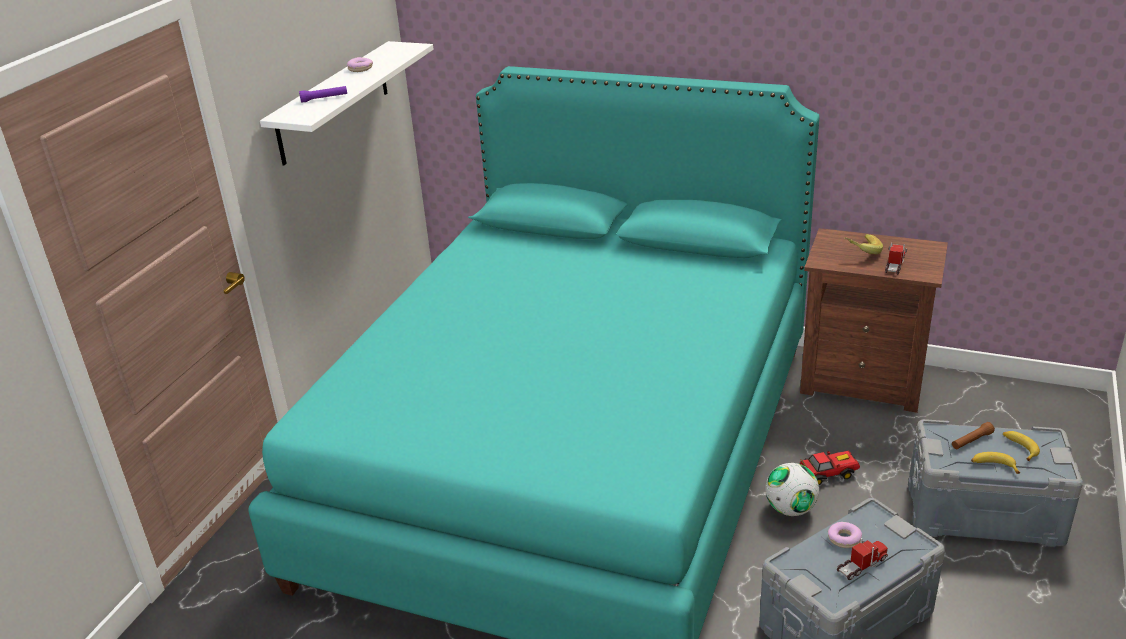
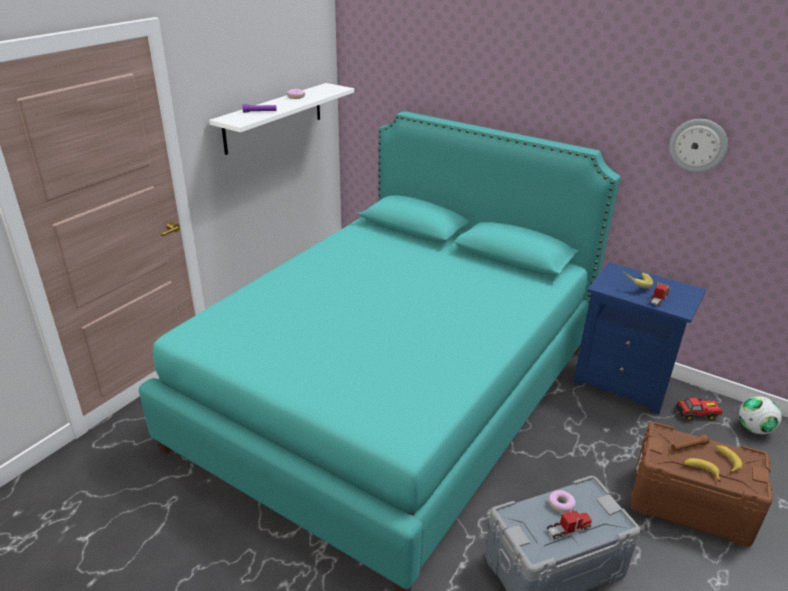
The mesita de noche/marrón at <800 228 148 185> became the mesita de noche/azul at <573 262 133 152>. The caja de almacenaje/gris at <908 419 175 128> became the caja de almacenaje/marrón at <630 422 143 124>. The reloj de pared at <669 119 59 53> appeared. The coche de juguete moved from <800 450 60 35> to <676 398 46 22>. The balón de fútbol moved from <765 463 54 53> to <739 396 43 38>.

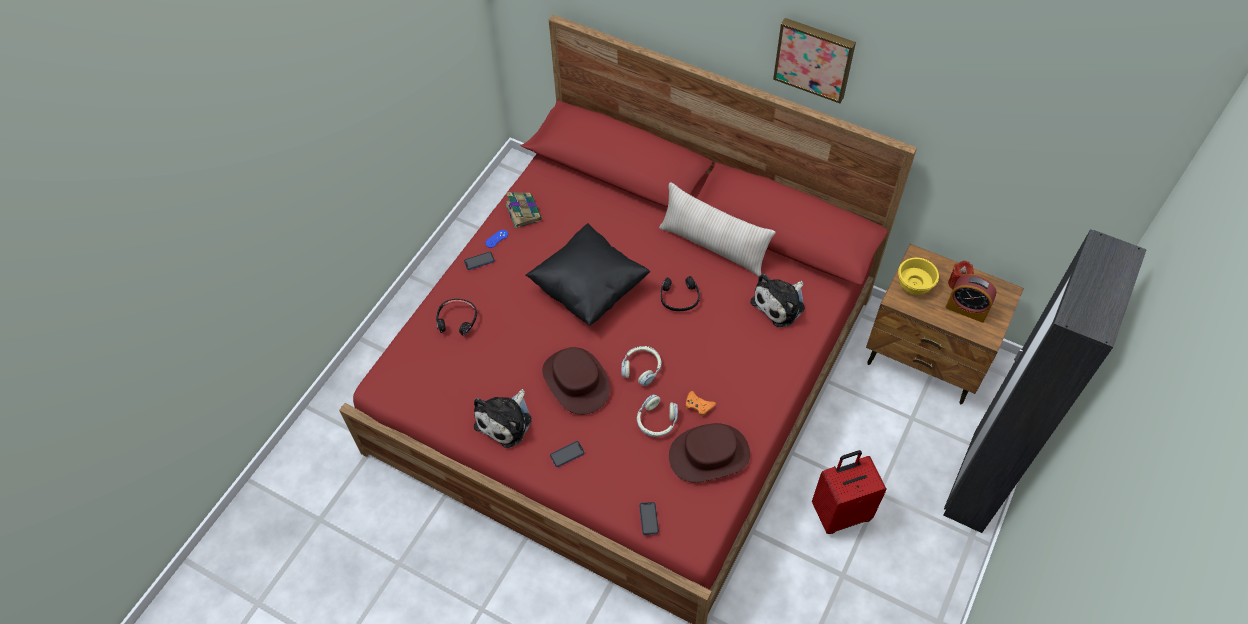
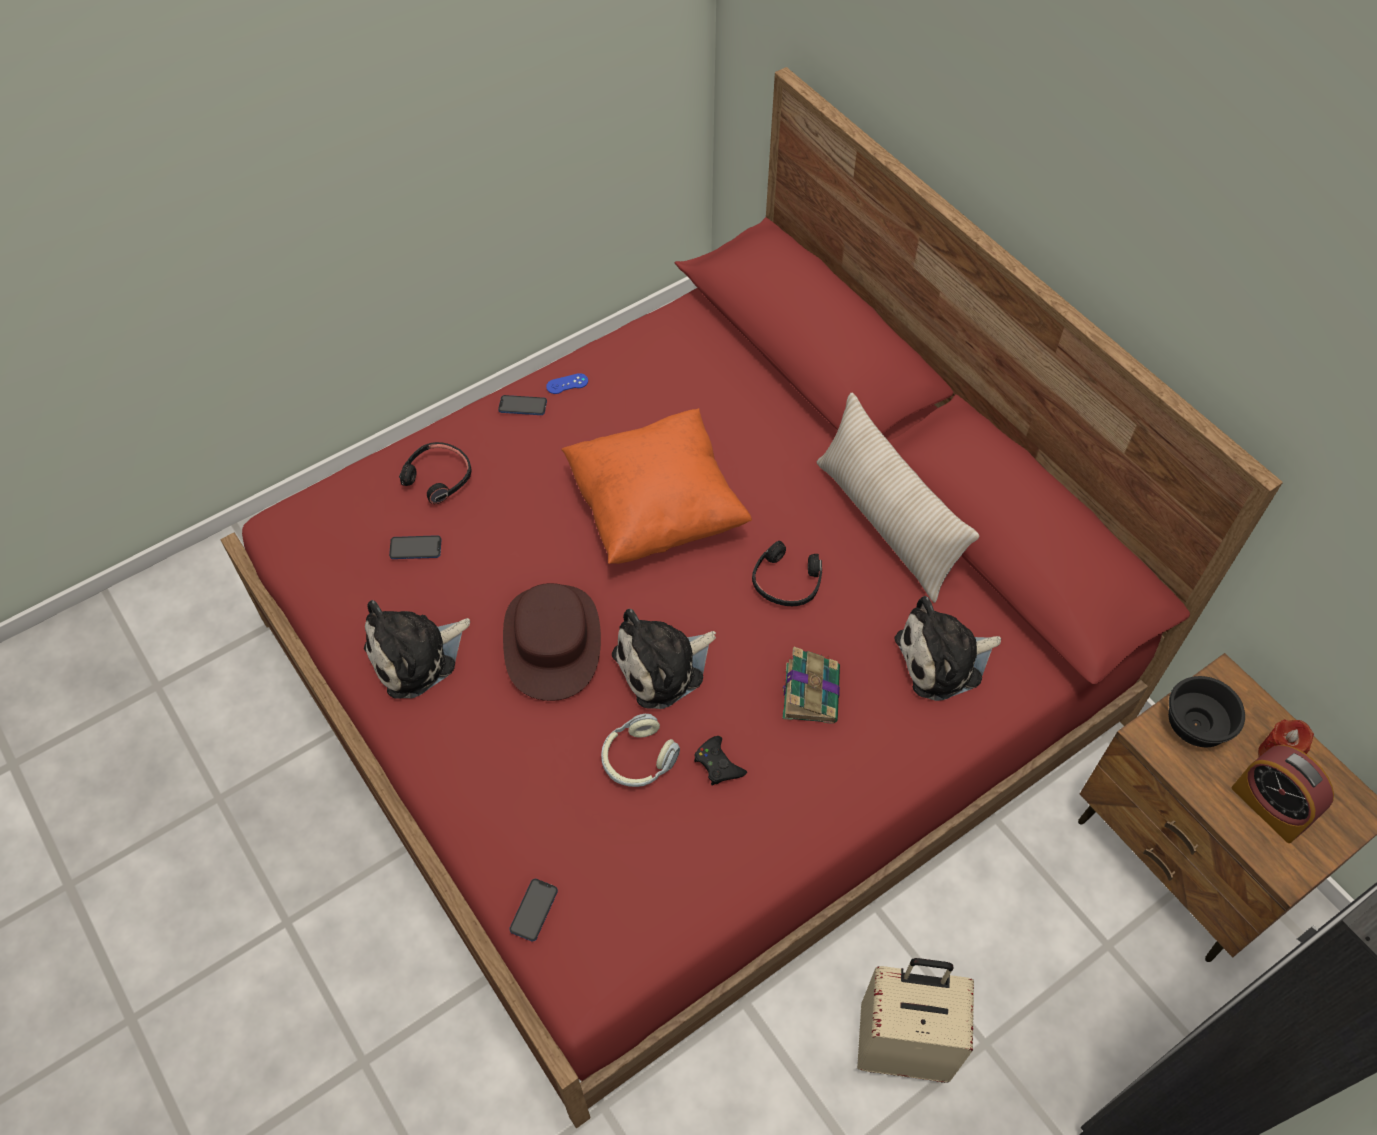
The móvil moved from <550 441 34 26> to <389 535 52 24>. The cojín/negro at <525 223 125 103> became the cojín/naranja at <561 408 191 156>. The auriculares at <622 346 39 40> was replaced by the peluche at <612 609 104 100>. The mando de consola/naranja at <686 391 30 26> became the mando de consola/negro at <694 736 53 50>. The libro moved from <506 192 36 37> to <782 647 58 77>. The maleta/rojo at <812 450 75 84> became the maleta/beis at <857 958 117 125>. The cuenco/amarillo at <898 258 41 37> became the cuenco/negro at <1168 676 77 71>. The sombrero/marrón at <669 423 81 59> disappeared. The cuadro at <773 18 83 85> disappeared.

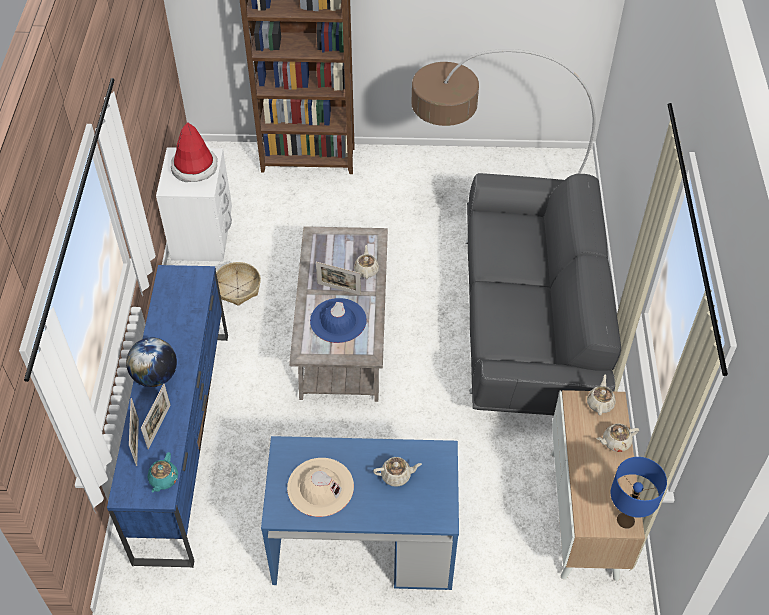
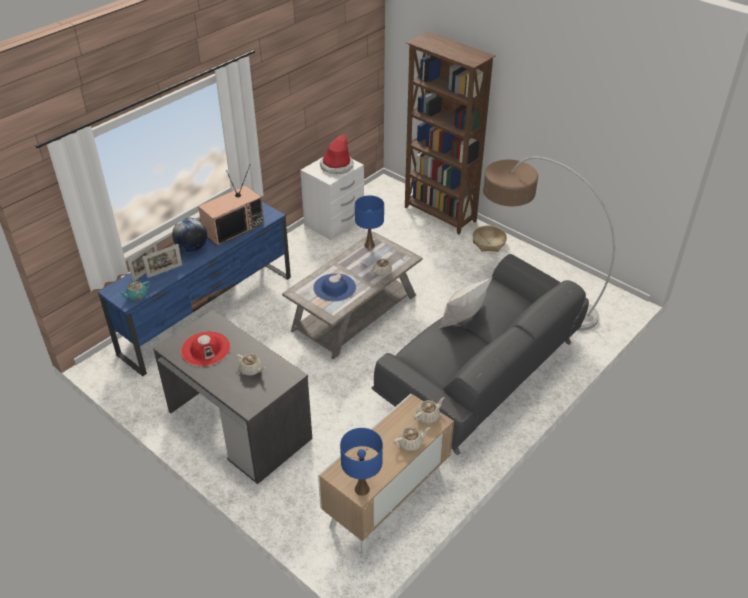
The escritorio/azul at <261 436 198 154> became the escritorio/gris at <153 310 159 174>. The sombrero/beis at <287 458 67 59> became the sombrero/rojo at <181 331 49 35>. The televisor at <198 165 66 81> appeared. The lámpara de mesa/azul at <355 195 29 54> appeared. The tetera/beis at <597 424 42 28> turned 135 degrees clockwise. The cojín/blanco at <438 277 55 52> appeared. The cesta moved from <216 262 45 44> to <472 226 35 26>. The portarretratos at <316 262 45 33> disappeared.

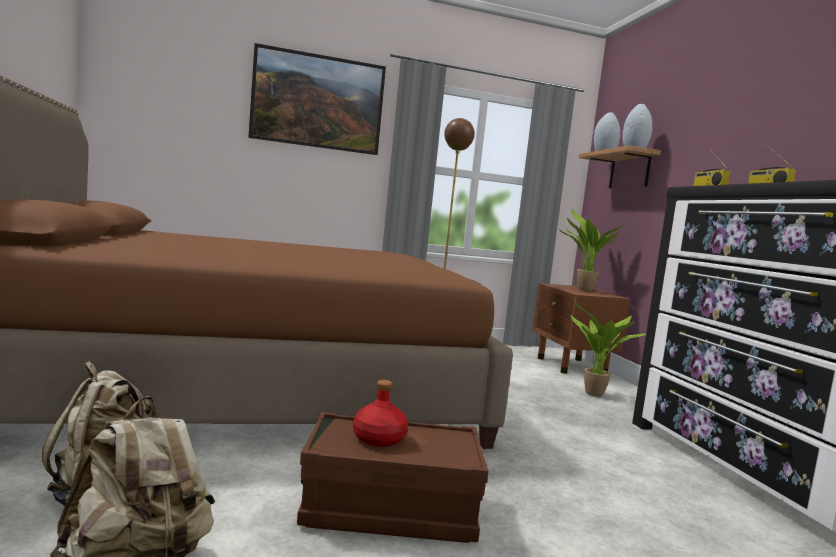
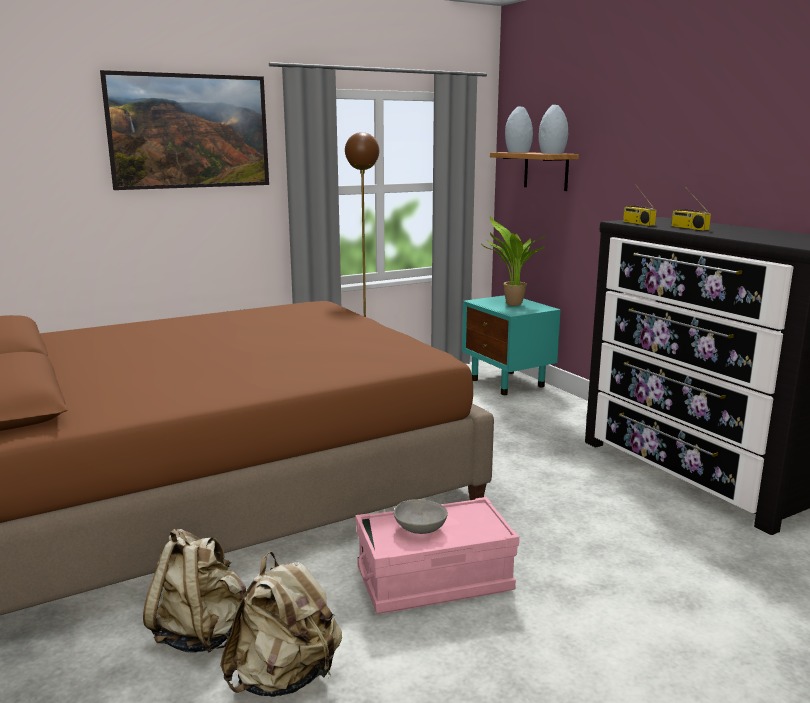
The caja de almacenaje/marrón at <297 412 191 131> became the caja de almacenaje/rosa at <355 497 164 117>. The botella/rojo at <353 380 55 67> was replaced by the cuenco/gris at <394 500 54 34>. The mesita de noche/marrón at <533 283 97 91> became the mesita de noche/turquesa at <462 295 99 100>. The planta en maceta at <570 300 76 97> disappeared.

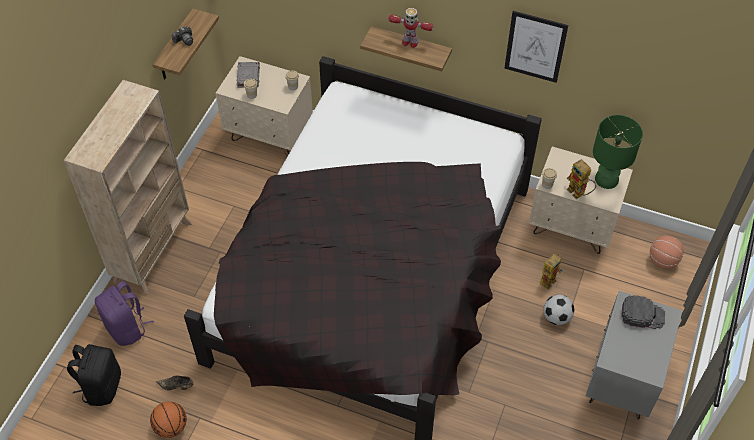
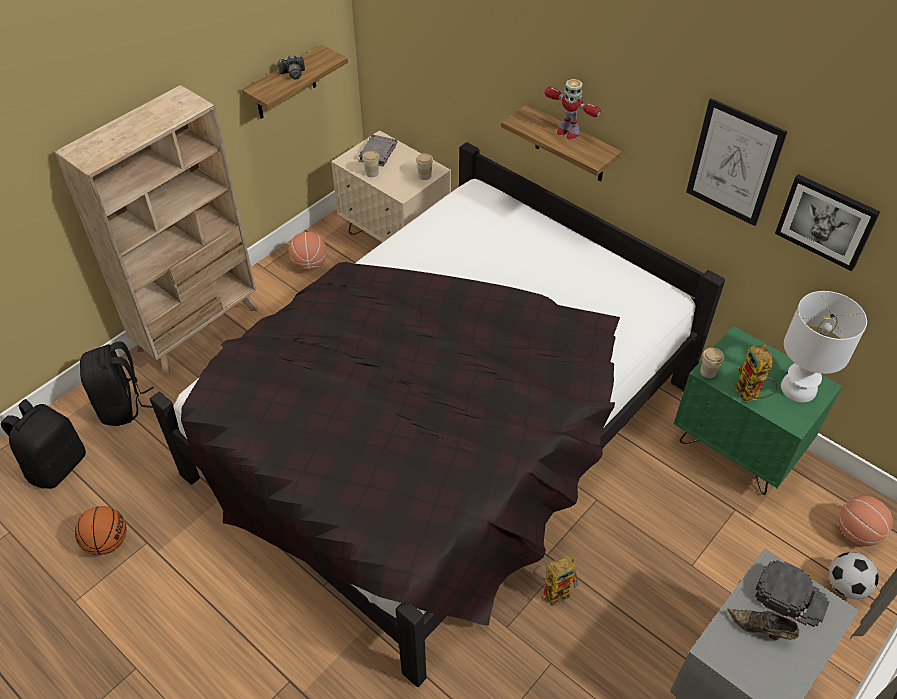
The mochila/morado at <95 281 59 65> became the mochila/negro at <80 341 74 85>. The balón de baloncesto at <289 232 38 39> appeared. The robot de juguete moved from <540 253 23 36> to <542 555 38 51>. The mesita de noche/beis at <529 146 104 108> became the mesita de noche/verde at <674 326 169 169>. The zapato/marrón moved from <156 375 38 16> to <727 609 72 31>. The cuadro at <775 174 105 97> appeared. The lámpara de mesa/verde at <593 115 50 74> became the lámpara de mesa/blanco at <781 291 86 111>. The balón de fútbol moved from <544 295 30 30> to <829 552 50 47>.

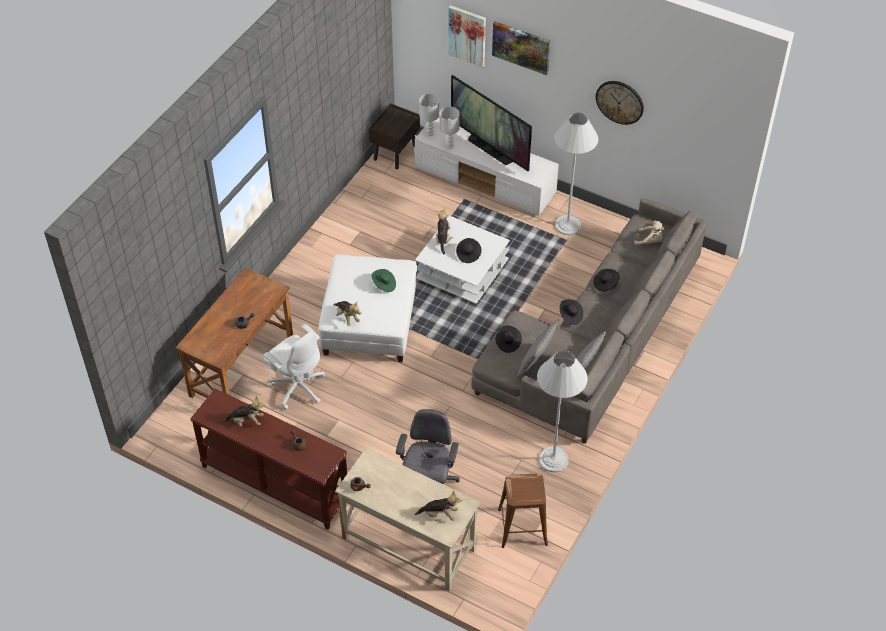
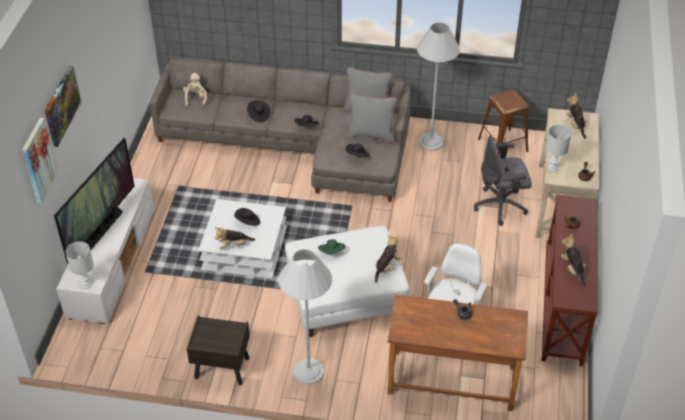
The mesita de noche/marrón moved from <369 103 51 66> to <187 315 63 70>. The lámpara de pie/blanco moved from <554 113 44 122> to <278 249 54 136>. The lámpara de mesa/blanco moved from <439 106 21 43> to <546 125 26 47>. The reloj de pared at <596 81 48 44> disappeared.

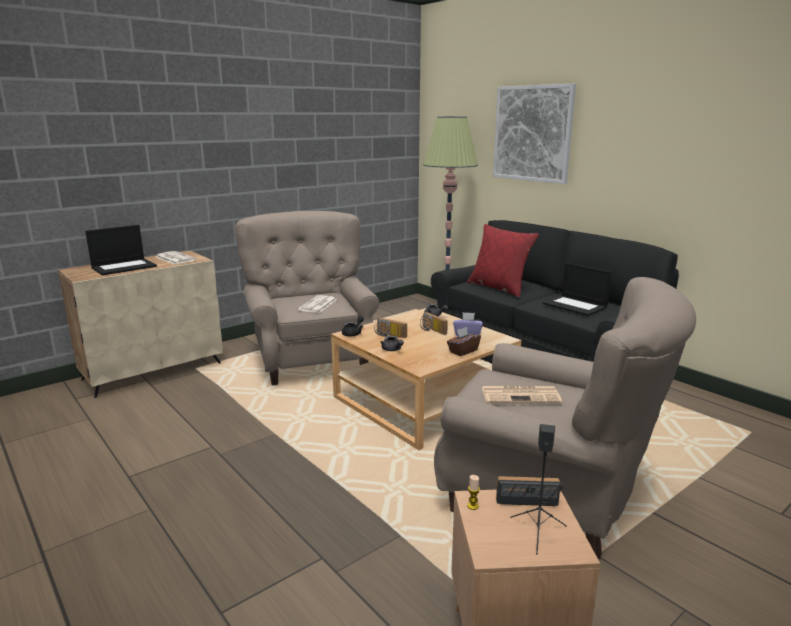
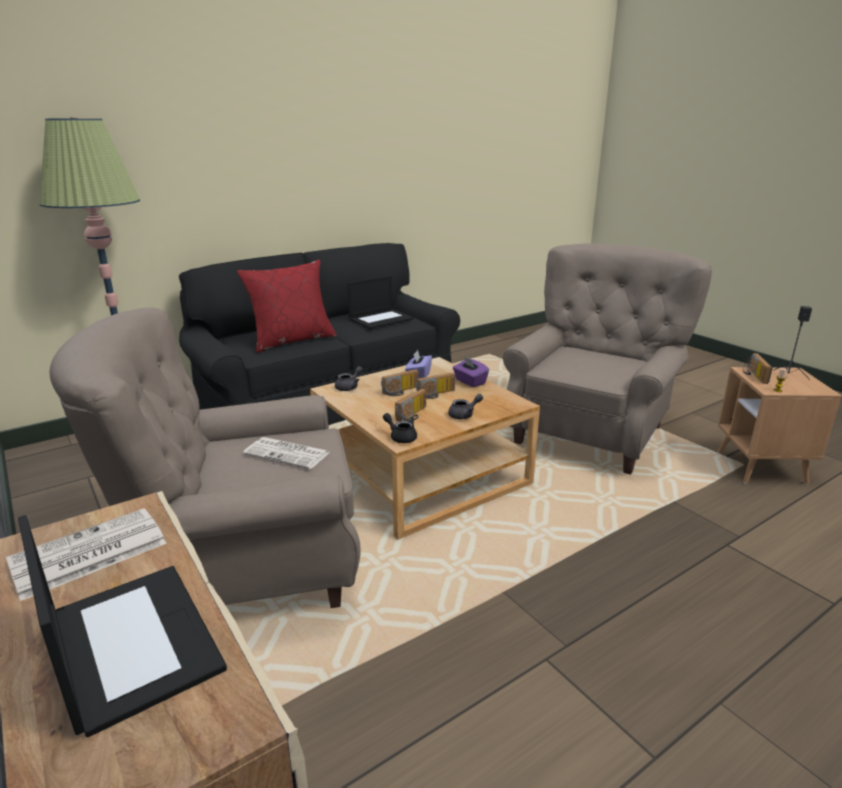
The radio at <416 373 39 26> appeared. The caja de pañuelos/marrón at <447 327 34 29> became the caja de pañuelos/morado at <453 357 36 30>. The periódico at <482 386 80 17> disappeared. The cuadro at <493 84 83 100> disappeared.

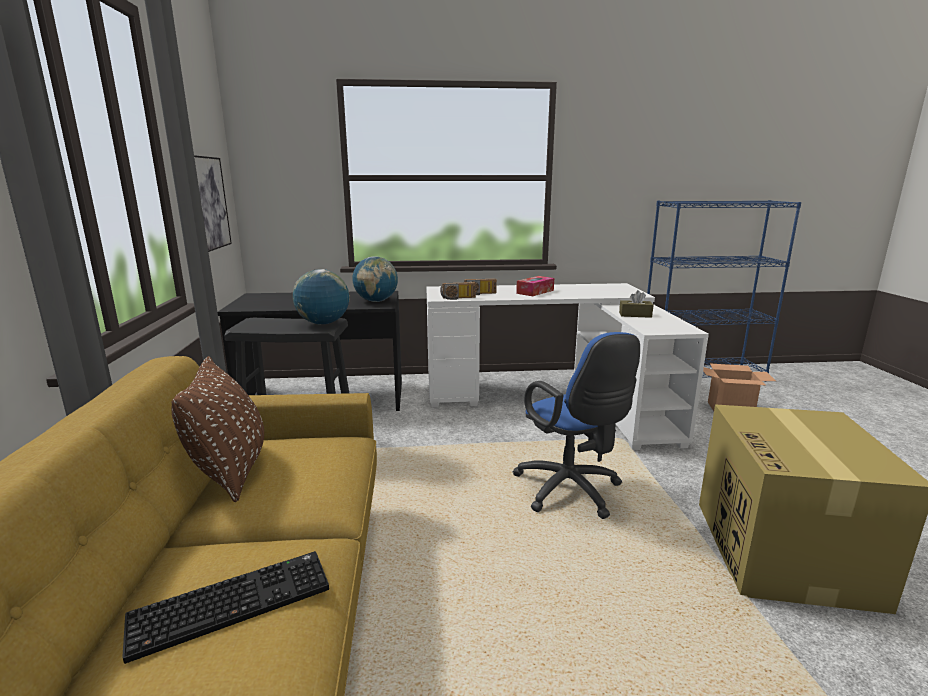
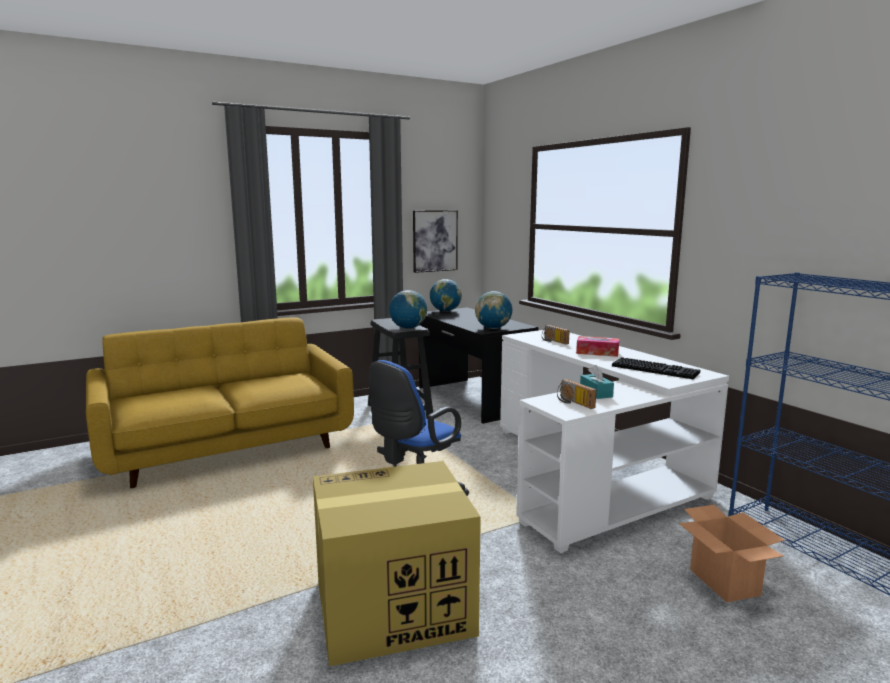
The globo terráqueo at <430 279 32 33> appeared. The radio moved from <440 282 36 18> to <557 379 39 30>. The caja de pañuelos/marrón at <619 290 34 28> became the caja de pañuelos/turquesa at <580 365 34 34>. The teclado moved from <122 551 207 113> to <612 357 88 22>. The cojín/marrón at <171 356 93 146> disappeared.

